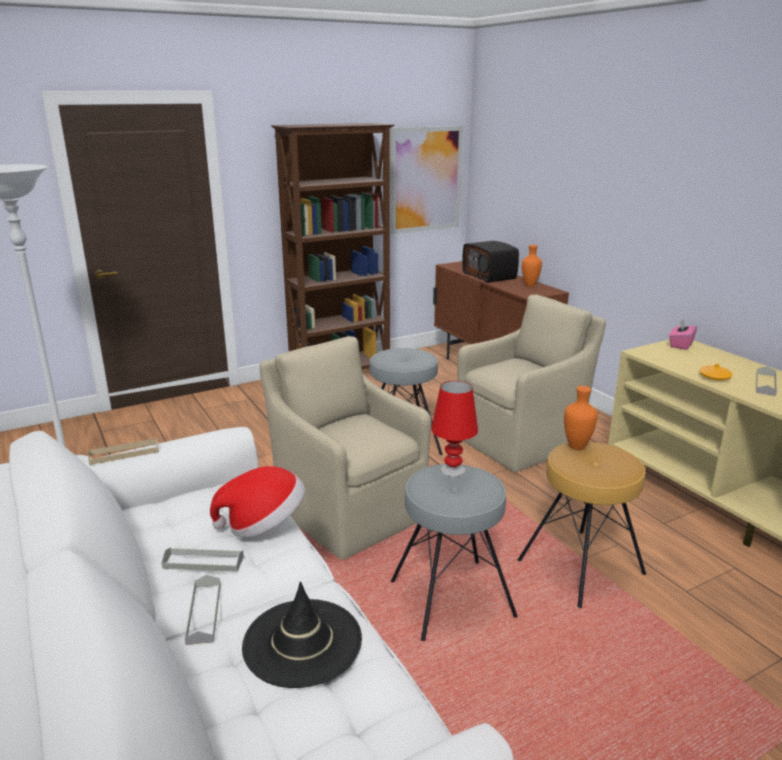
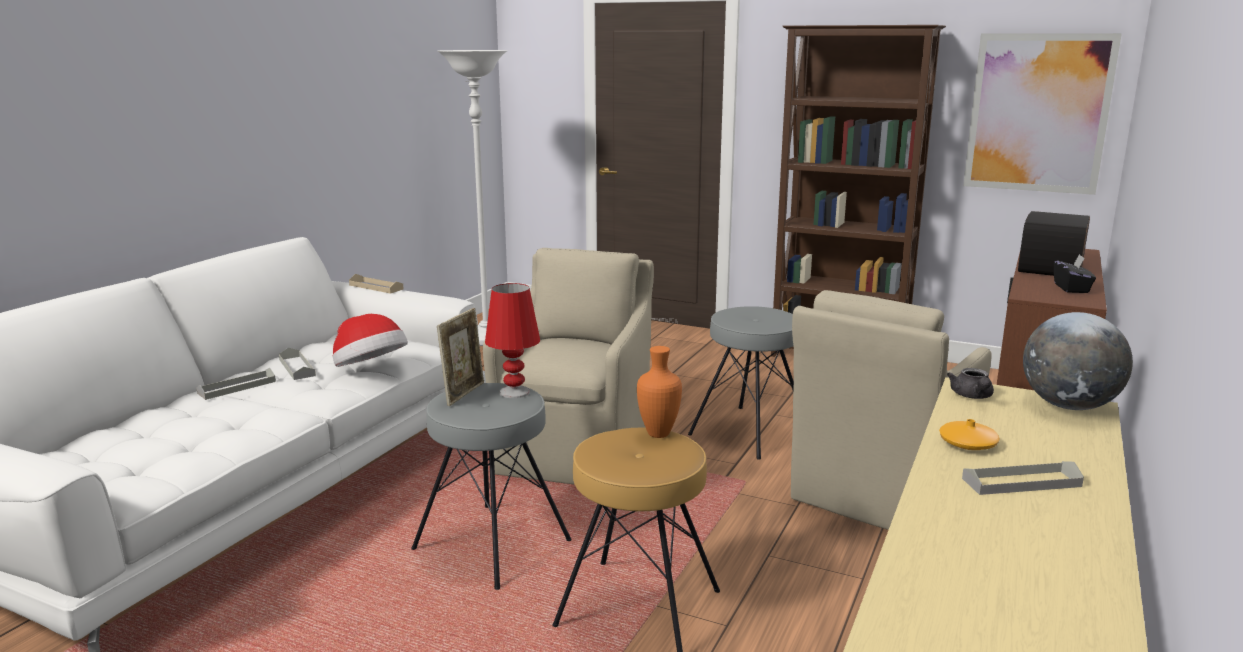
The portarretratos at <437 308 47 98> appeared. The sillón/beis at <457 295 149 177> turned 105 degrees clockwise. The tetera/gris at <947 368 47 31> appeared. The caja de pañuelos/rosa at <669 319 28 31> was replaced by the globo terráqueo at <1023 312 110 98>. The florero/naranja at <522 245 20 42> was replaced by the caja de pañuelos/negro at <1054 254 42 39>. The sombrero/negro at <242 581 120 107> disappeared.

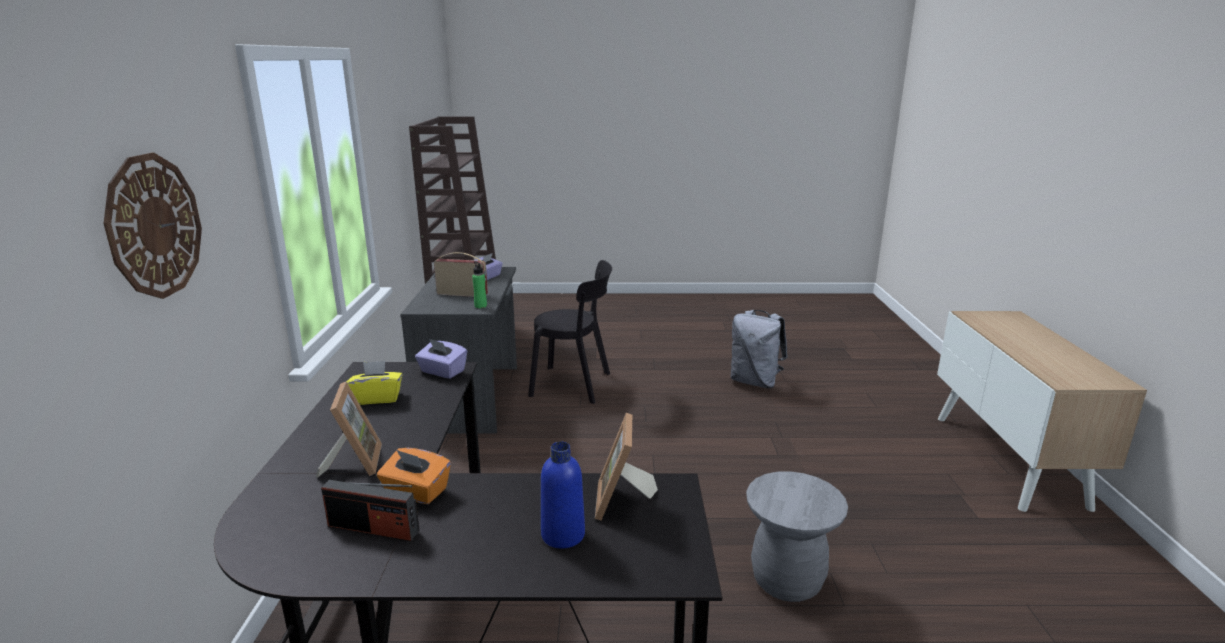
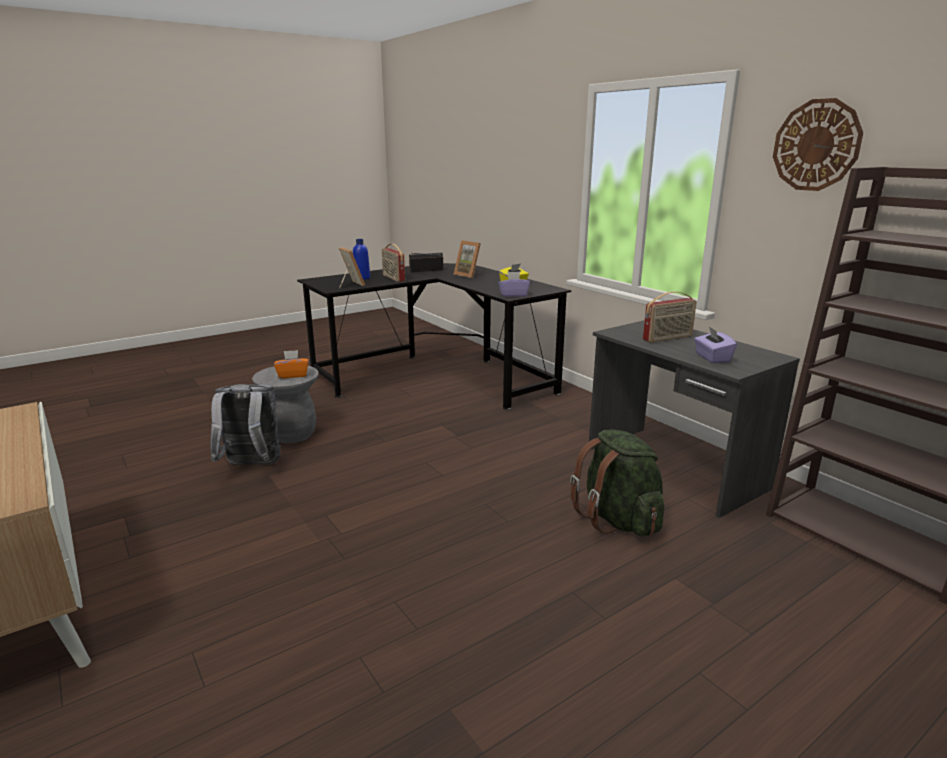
The mochila/gris moved from <731 310 56 78> to <211 384 70 81>. The caja de pañuelos/naranja moved from <377 448 74 56> to <274 350 34 29>. The radio at <382 244 23 38> appeared. The silla/negro at <528 260 84 144> was replaced by the mochila/verde at <570 429 94 107>. The reloj de pared moved from <104 152 98 147> to <773 98 90 93>. The botella/verde at <472 261 15 47> disappeared.

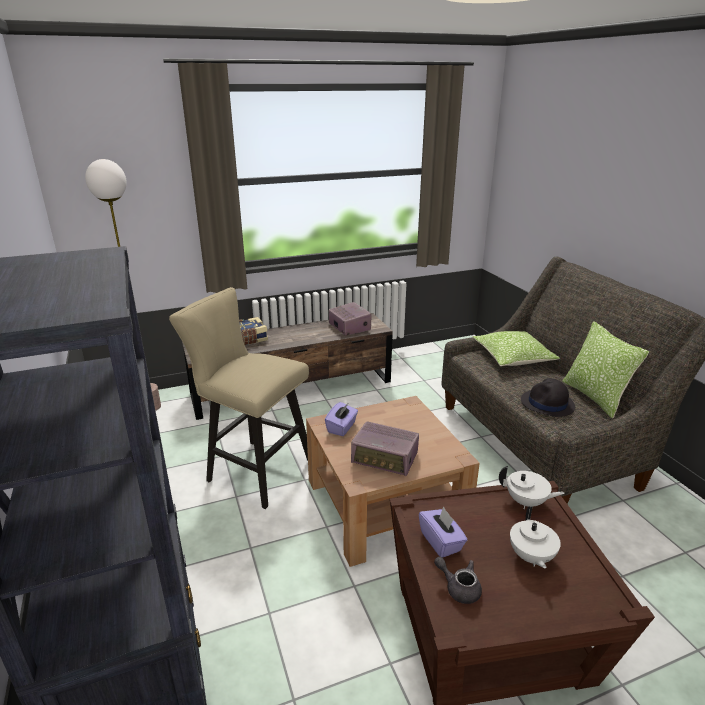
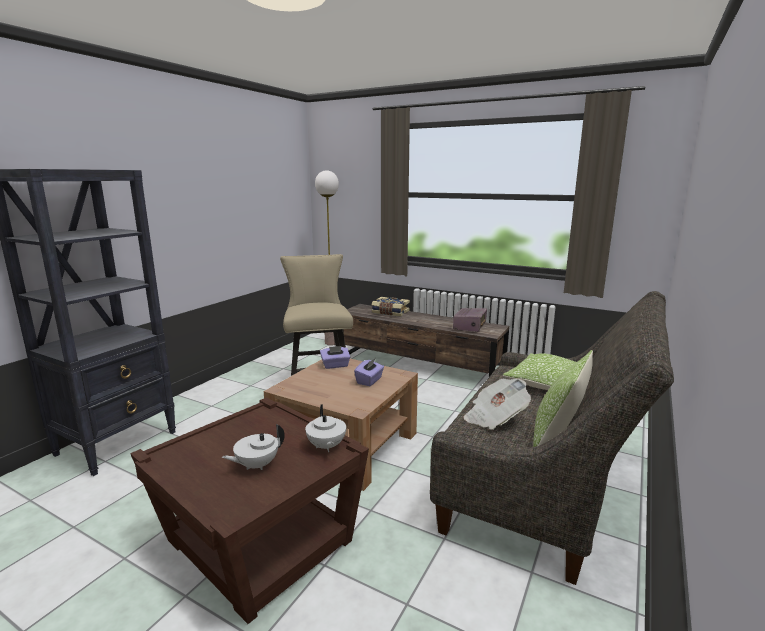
The caja de pañuelos/morado moved from <419 507 48 51> to <354 358 30 28>. The sombrero/negro at <521 378 54 39> was replaced by the periódico at <464 379 67 51>. The radio at <351 421 68 55> disappeared. The tetera/gris at <434 557 48 47> disappeared.

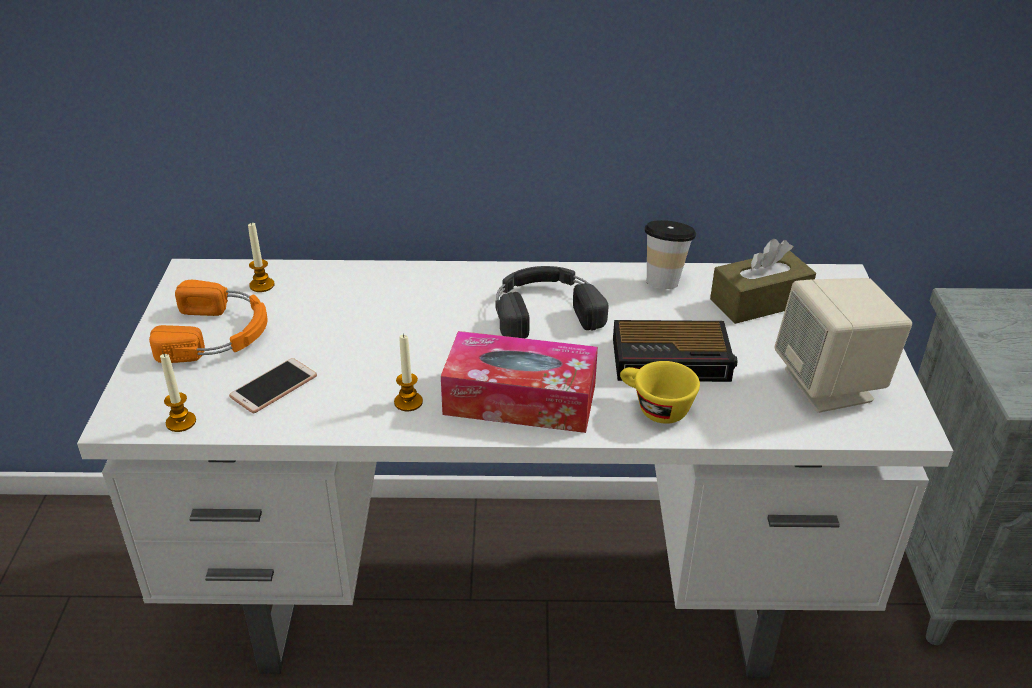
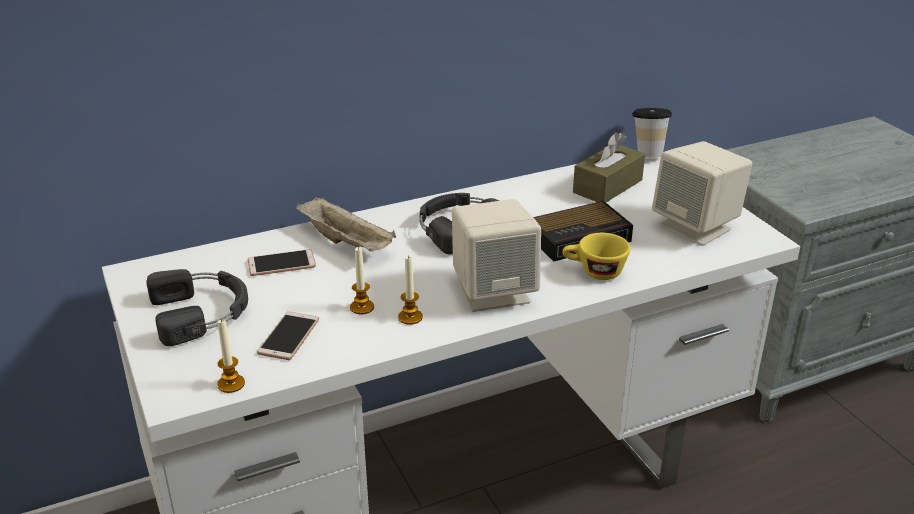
The auriculares/naranja at <149 280 119 83> became the auriculares/negro at <146 269 102 77>. The móvil at <248 249 68 27> appeared. The bandeja/beis at <296 197 100 54> appeared. The vela moved from <248 223 27 69> to <350 247 24 68>. The caja de pañuelos at <441 331 157 102> was replaced by the altavoz/beis at <452 199 89 113>. The taza moved from <645 220 51 69> to <632 108 40 50>.

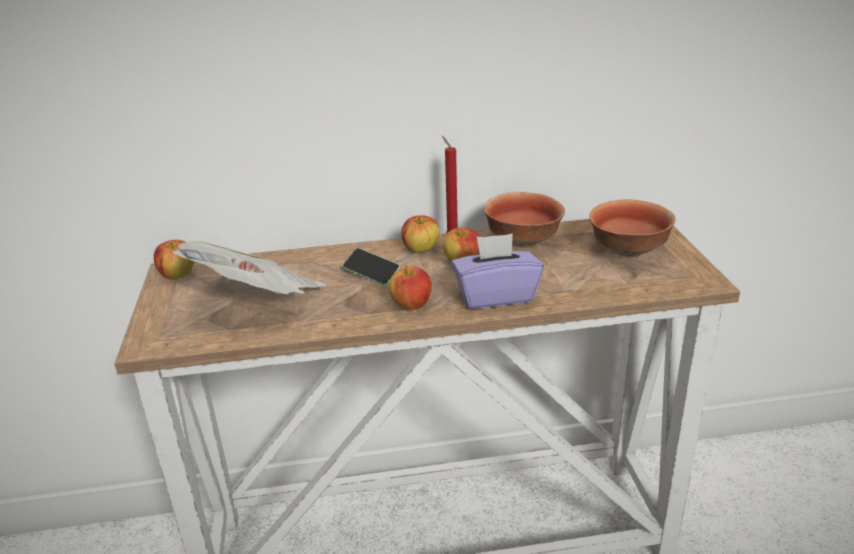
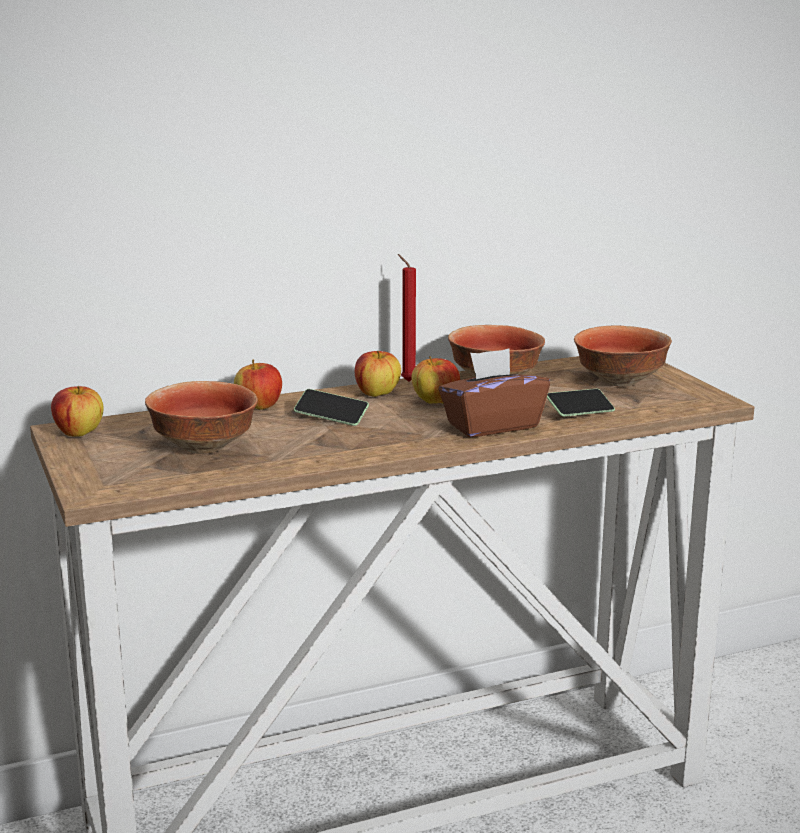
The periódico at <172 241 154 54> was replaced by the cuenco at <145 381 113 73>. The manzana moved from <388 266 44 44> to <234 360 48 50>. The caja de pañuelos/morado at <451 233 93 76> became the caja de pañuelos/marrón at <439 349 111 88>. The móvil at <547 389 68 28> appeared.

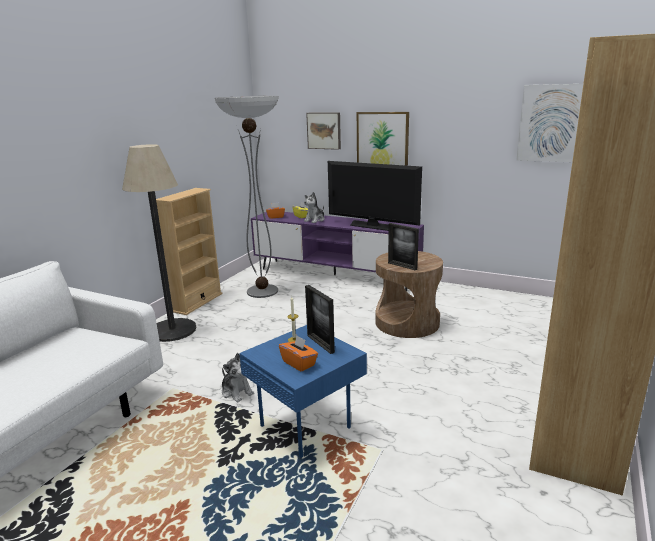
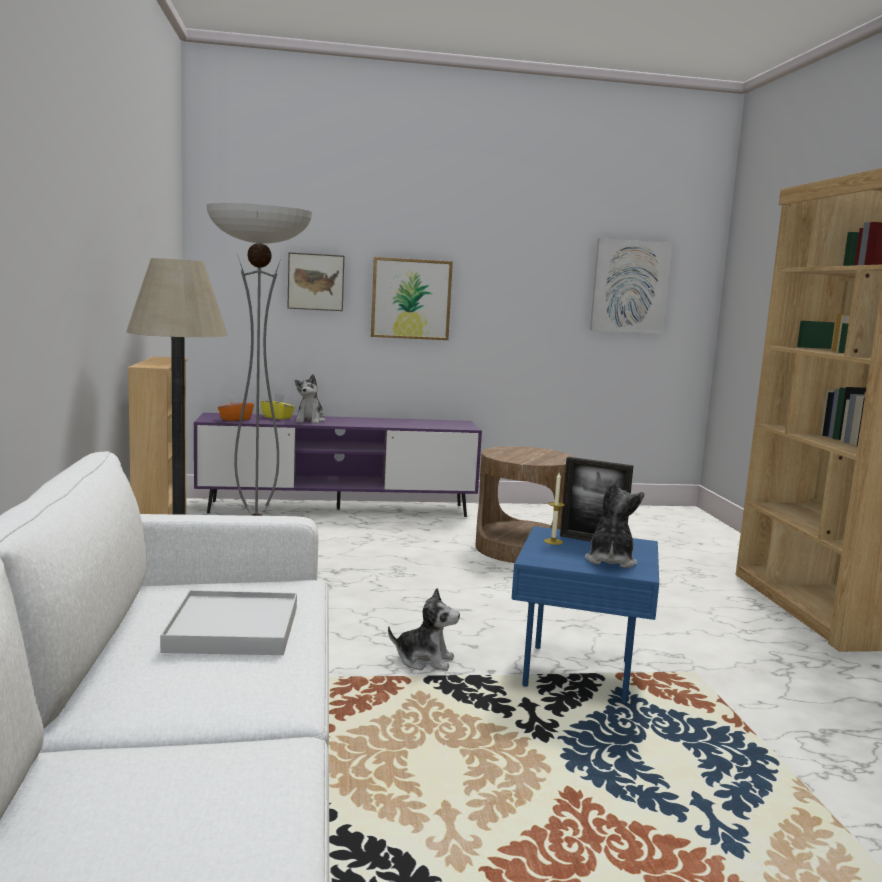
The bandeja/blanco at <160 590 137 65> appeared. The caja de pañuelos/naranja at <279 335 39 37> was replaced by the peluche at <585 479 59 89>. The televisor at <328 161 94 70> disappeared. The portarretratos at <388 223 31 47> disappeared.

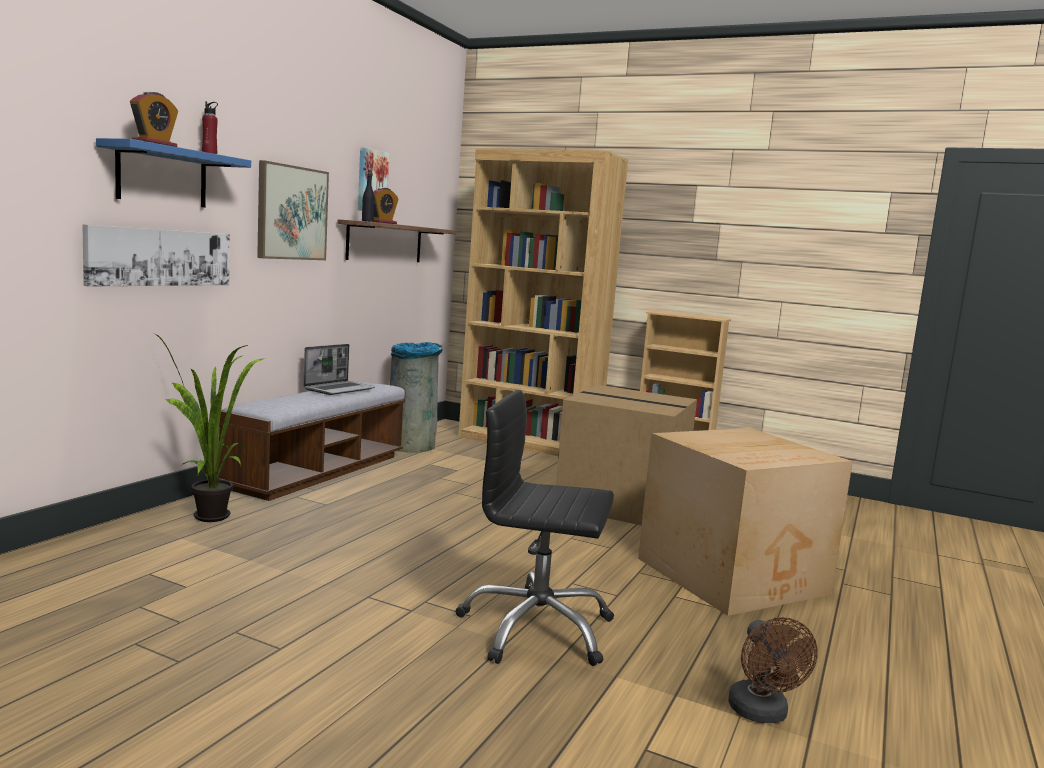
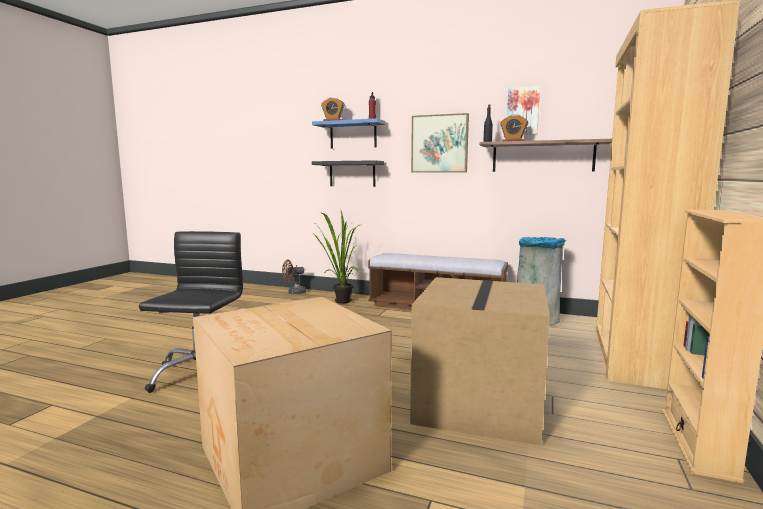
The ventilador/marrón moved from <728 617 90 106> to <282 260 24 34>. The cuadro at <82 225 148 62> was replaced by the estante/negro at <312 160 72 27>. The portátil at <303 344 72 51> disappeared.

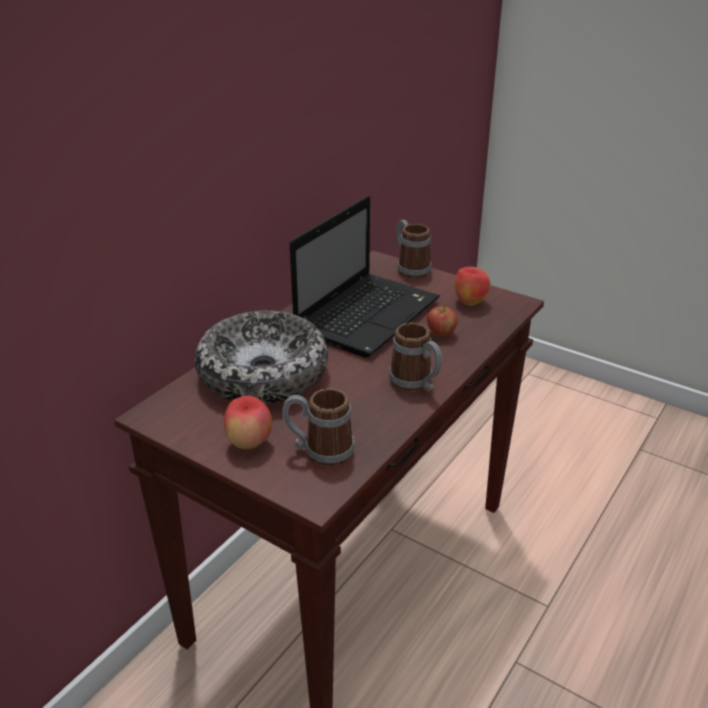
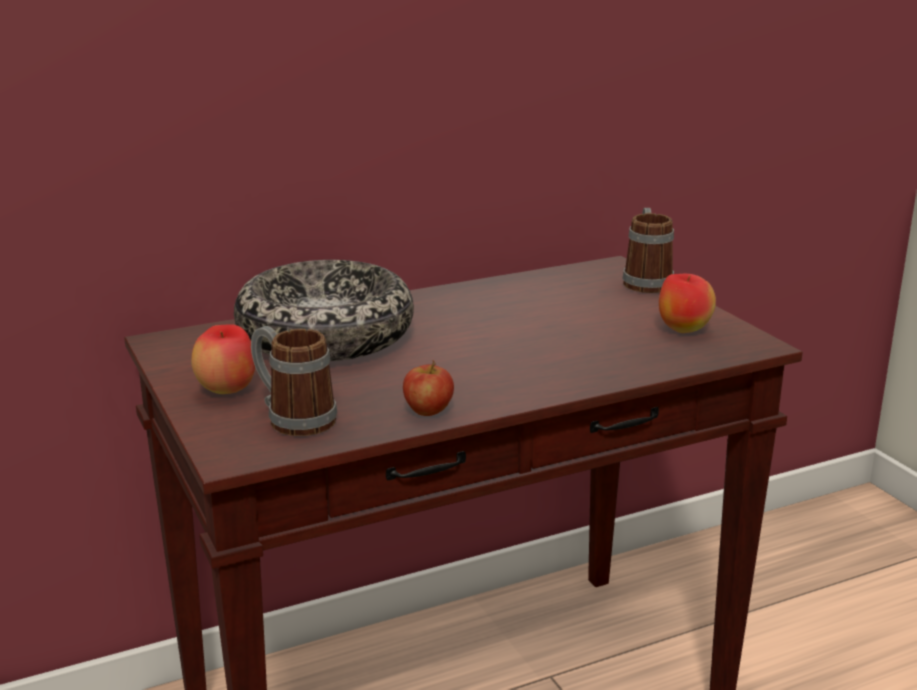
The manzana moved from <427 304 31 33> to <403 360 51 56>. The portátil at <290 196 150 161> disappeared. The taza grande at <389 323 53 69> disappeared.

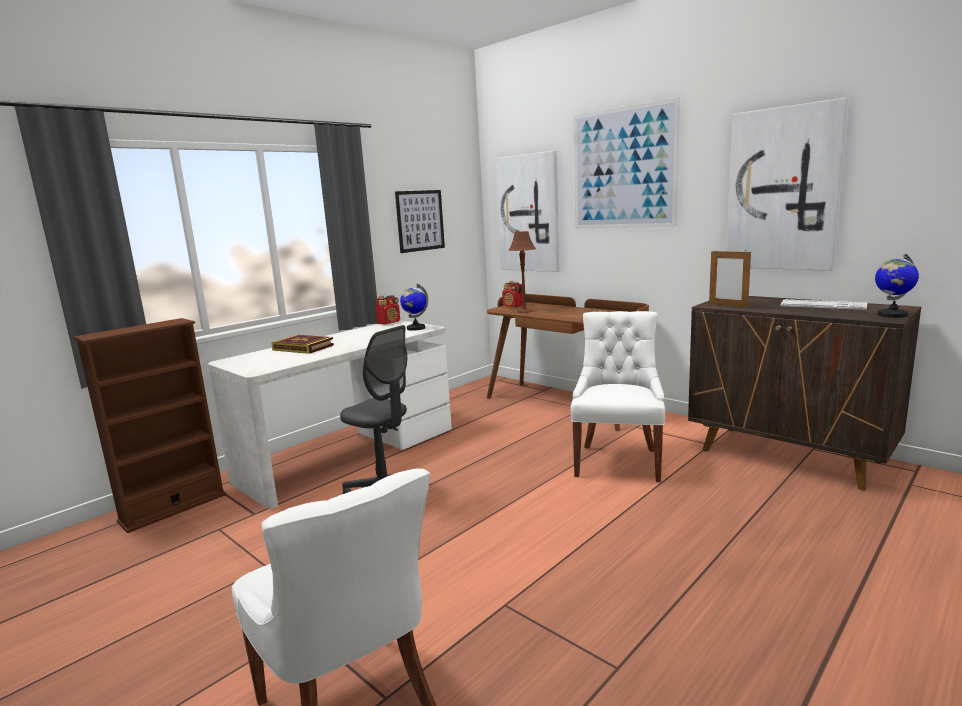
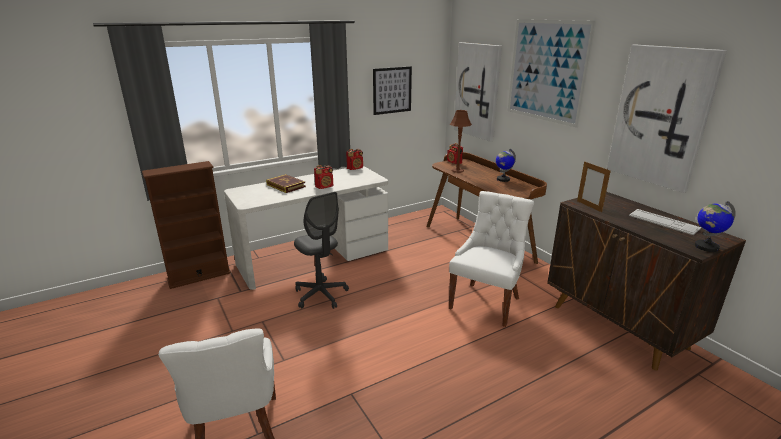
The radio at <314 165 19 24> appeared. The globo terráqueo moved from <400 284 28 47> to <496 149 20 33>.

